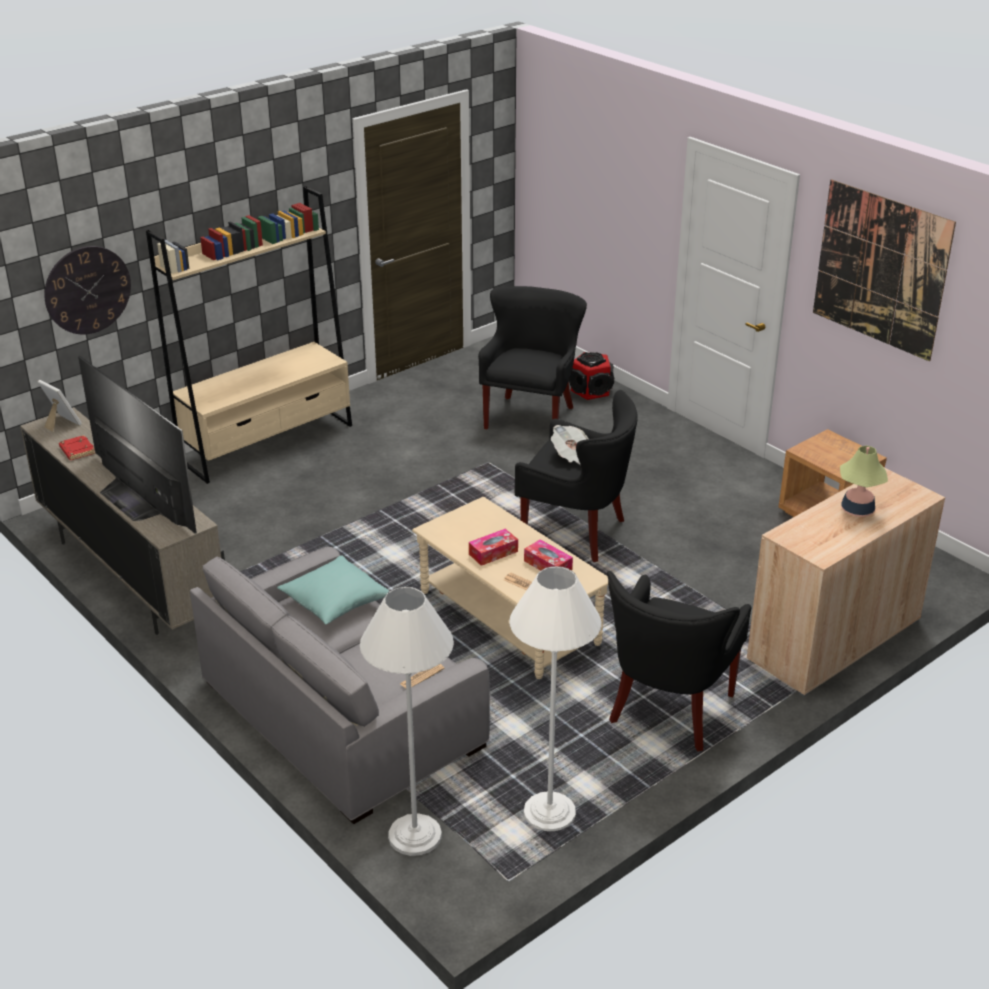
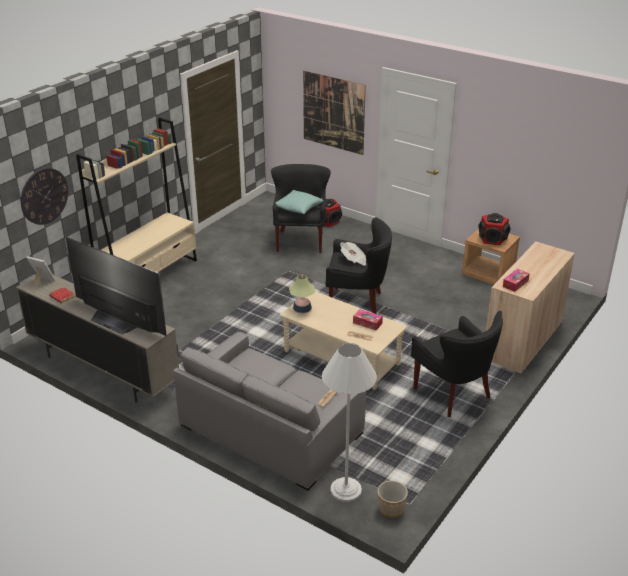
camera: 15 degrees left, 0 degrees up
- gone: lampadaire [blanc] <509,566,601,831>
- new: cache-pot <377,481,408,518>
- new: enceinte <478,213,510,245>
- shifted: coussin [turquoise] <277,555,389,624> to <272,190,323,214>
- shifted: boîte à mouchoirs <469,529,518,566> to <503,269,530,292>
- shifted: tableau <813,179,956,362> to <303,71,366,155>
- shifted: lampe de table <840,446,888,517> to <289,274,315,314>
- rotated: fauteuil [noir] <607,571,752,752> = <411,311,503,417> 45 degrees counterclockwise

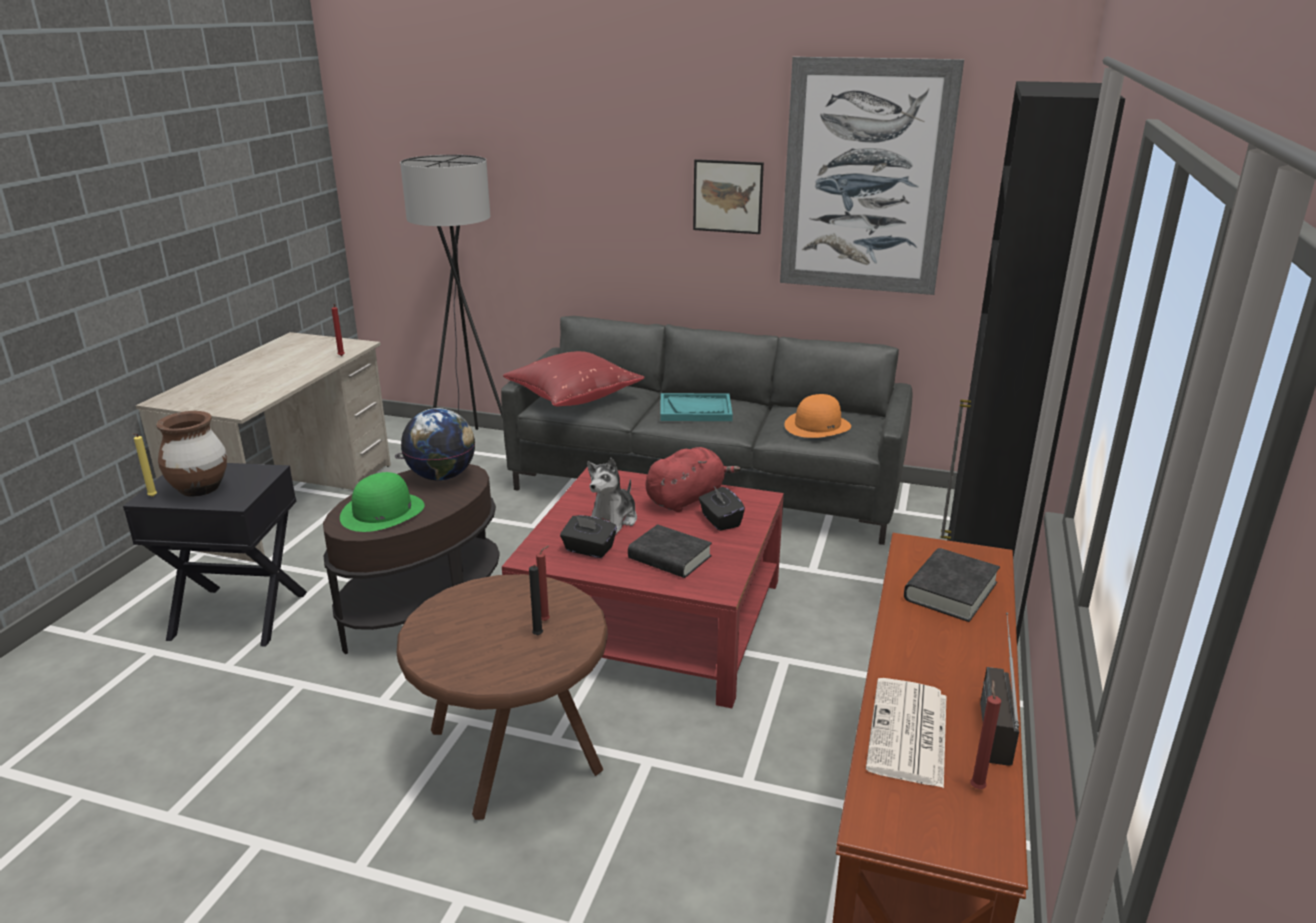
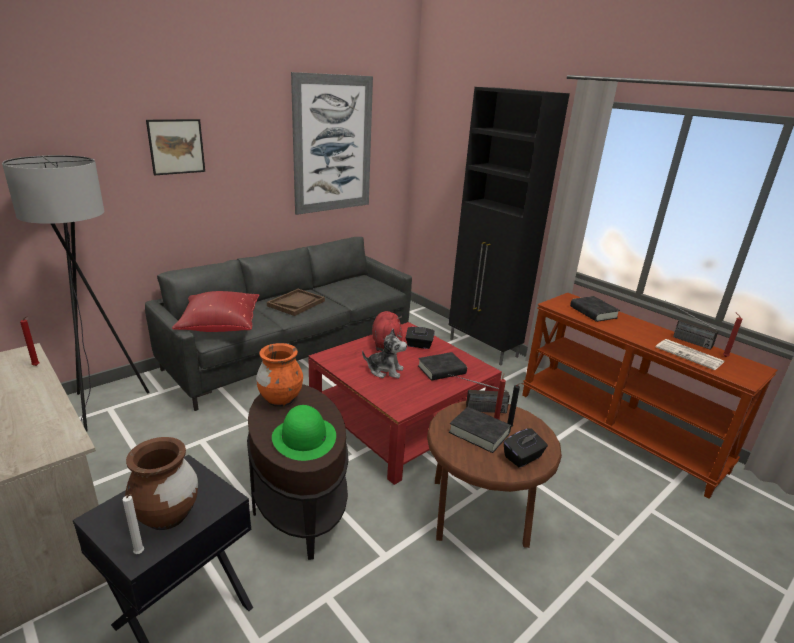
camera: 60 degrees left, 0 degrees up
- gone: chapeau [orange] <784,394,851,438>
- new: radio <448,374,510,413>
- new: livre [noir] <449,407,511,453>
- shifted: boîte à mouchoirs [noir] <560,515,617,558> to <504,428,548,468>
- shifted: tableau <693,159,764,234> to <146,119,205,175>
- swapped: globe <401,408,475,481> to vase [orange] <256,343,303,407>
- repainted: bougie [jaune] <133,433,157,497> to bougie [blanc] <122,494,144,554>
- repainted: plateau [turquoise] <660,393,733,421> to plateau [marron] <267,289,325,316>
- rotated: peluche <587,458,637,535> = <362,329,407,378> 45 degrees counterclockwise

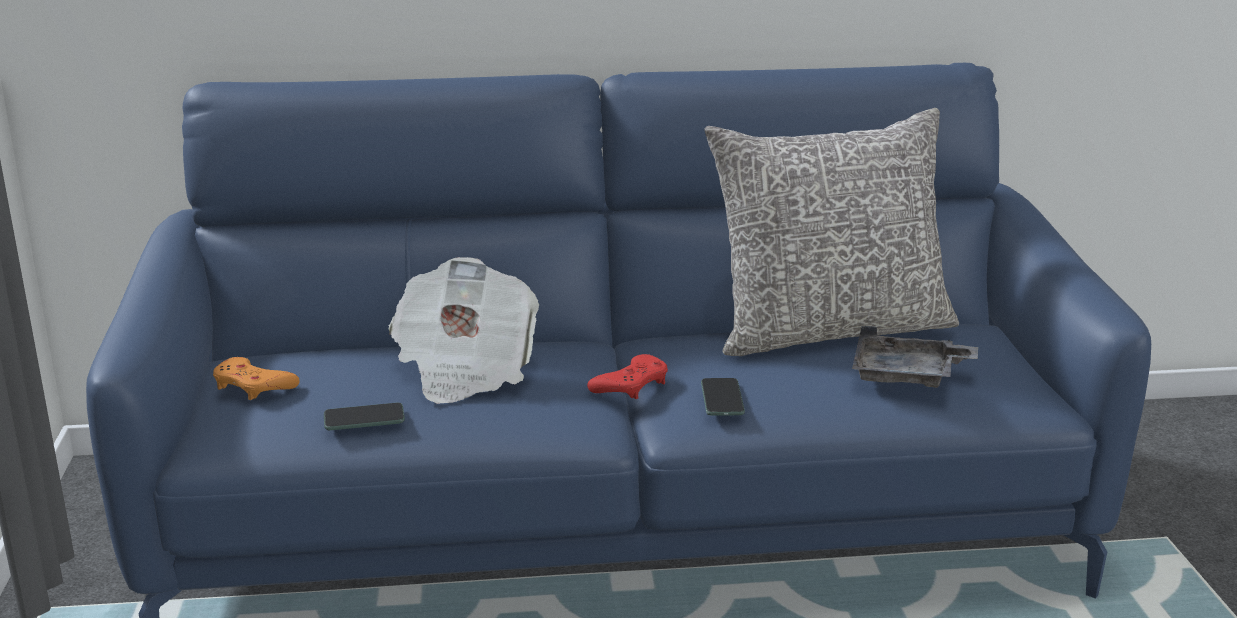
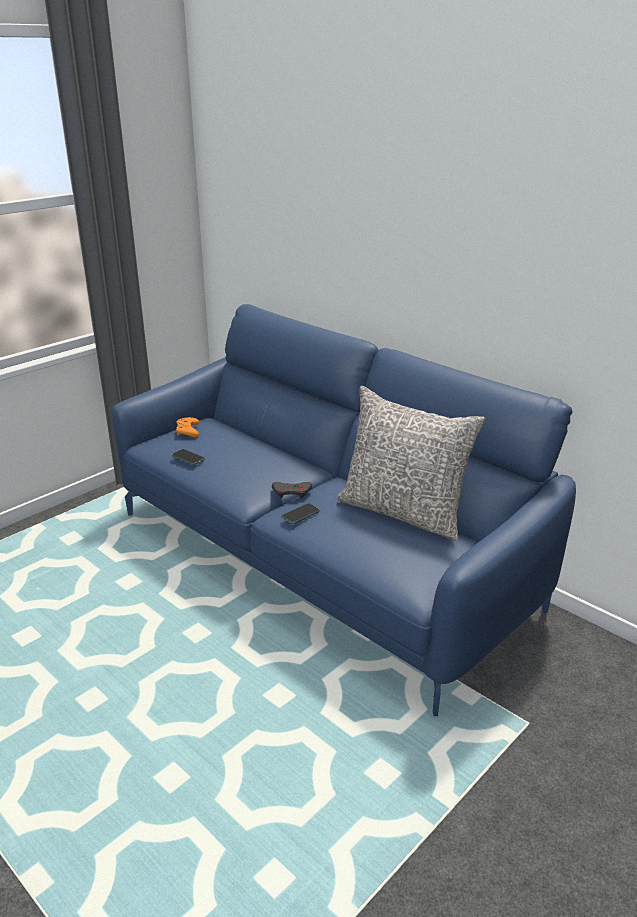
camera: 50 degrees right, 5 degrees up
- gone: journal <389,257,539,404>
- gone: plateau [gris] <852,326,978,388>
- repainted: manette [rouge] <587,354,668,399> to manette [gris] <272,482,312,499>

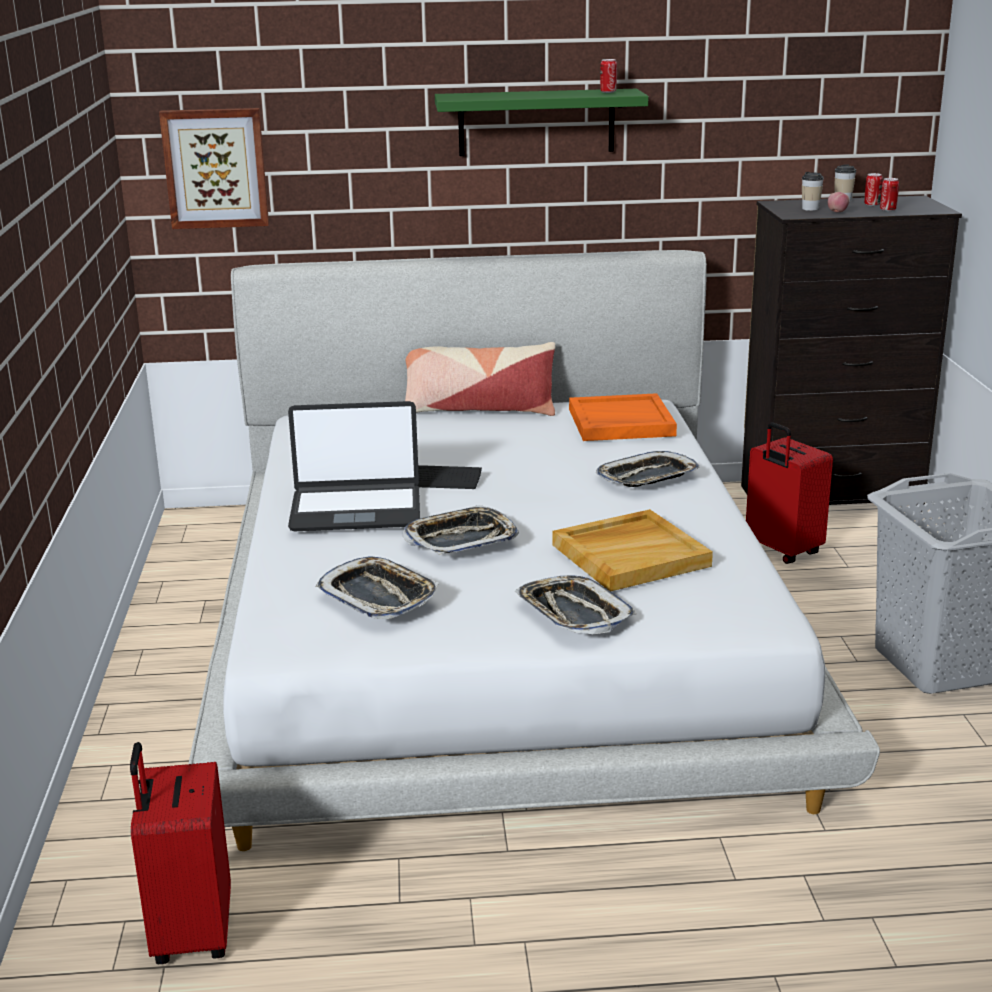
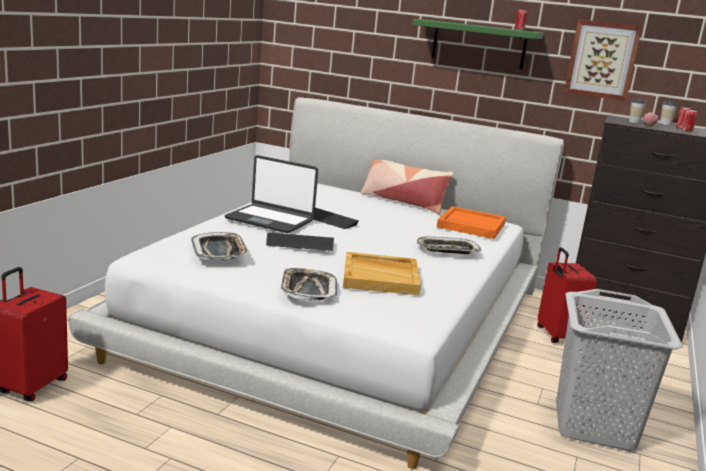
camera: 25 degrees right, 5 degrees down
- shifted: tableau <159,108,269,229> to <564,19,642,101>
- swapped: plateau <403,505,519,555> to clavier <266,232,334,251>

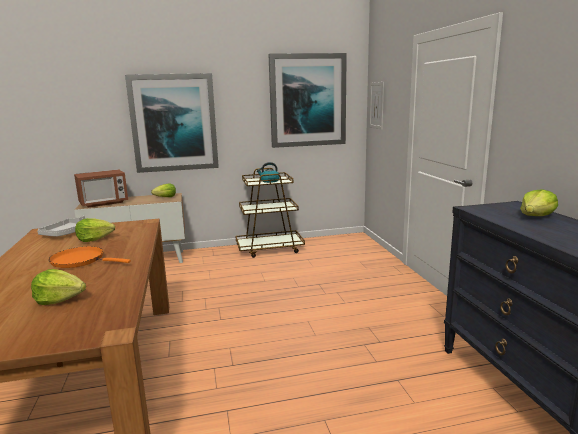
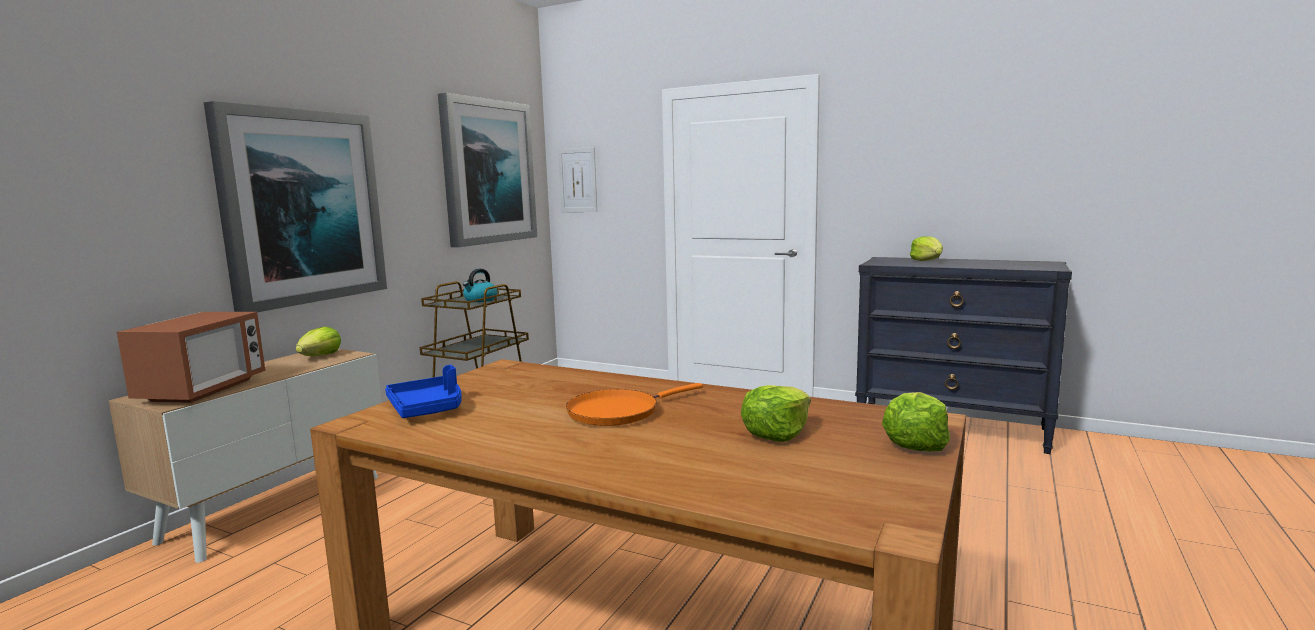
camera: 50 degrees left, 5 degrees down
- shifted: laitue <75,218,115,242> to <882,392,950,451>
- repainted: plateau [gris] <37,215,85,237> to plateau [bleu] <385,365,462,418>

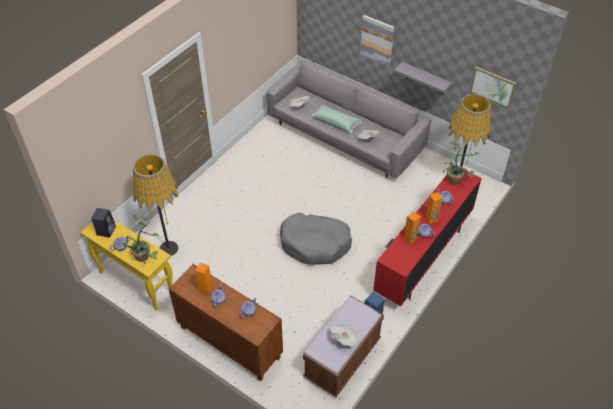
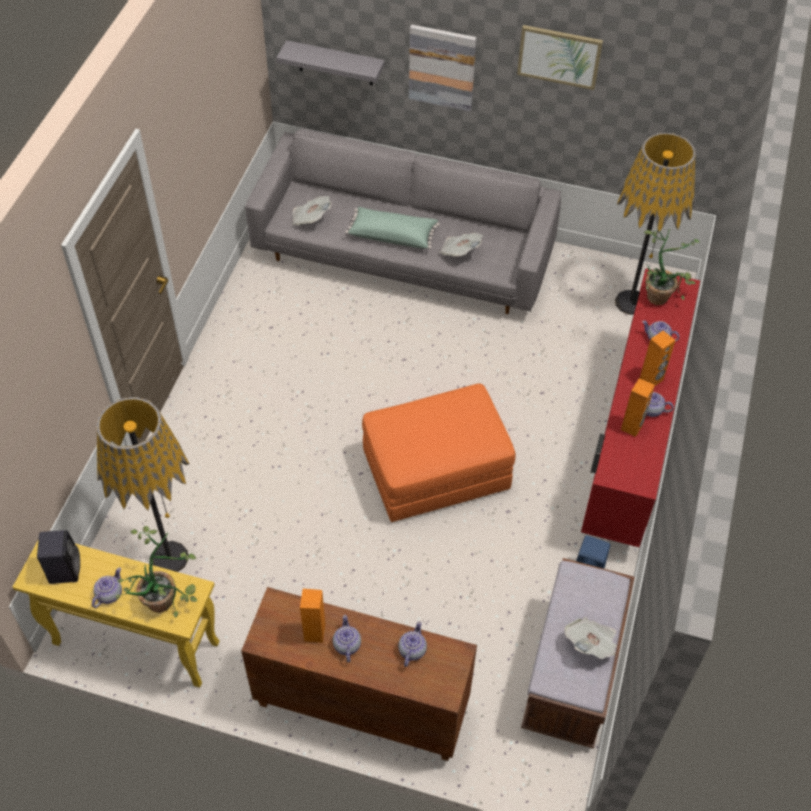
camera: 20 degrees left, 5 degrees up
- shifted: étagère [gris] <394,62,452,94> to <276,40,385,85>
- shifted: tableau <470,67,516,108> to <517,25,603,90>
- swapped: panier pour chien [gris] <280,213,352,265> to pouf [orange] <362,384,515,522>

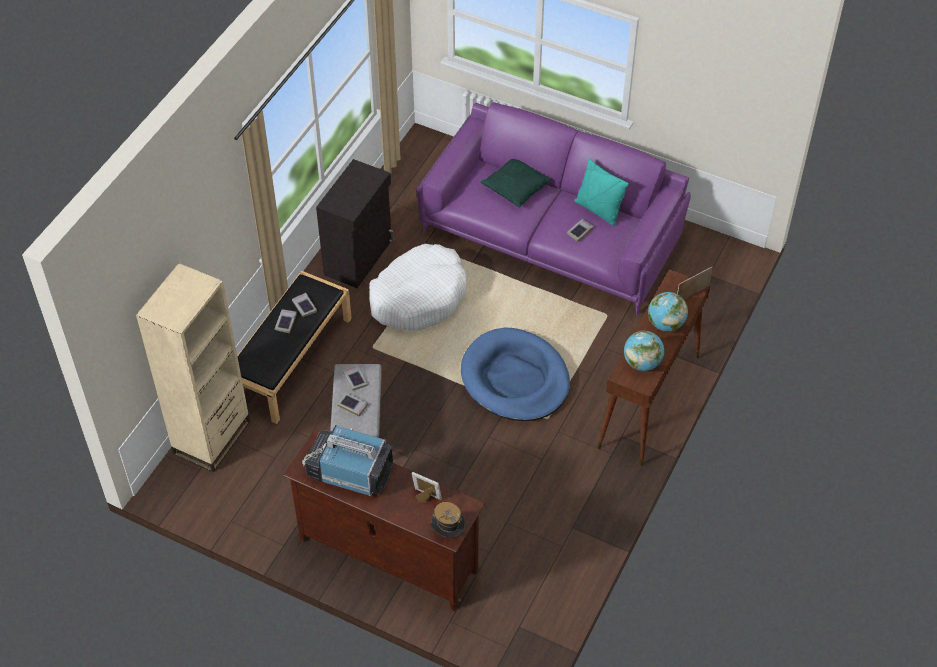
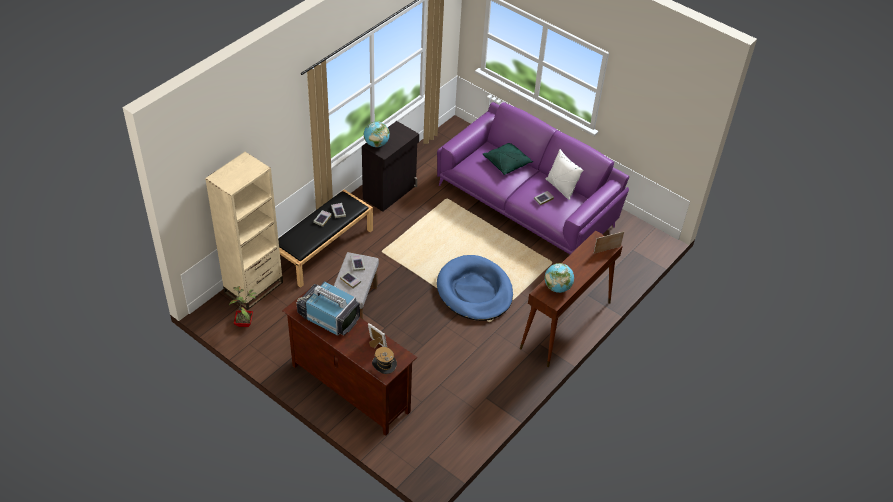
camera: 10 degrees right, 5 degrees down
- gone: panier pour chien [blanc] <369,244,467,331>
- new: plante en pot <229,286,257,327>
- shifted: globe <648,292,688,331> to <364,121,390,147>
- repainted: coussin [turquoise] <574,158,629,226> to coussin [blanc] <546,149,584,200>

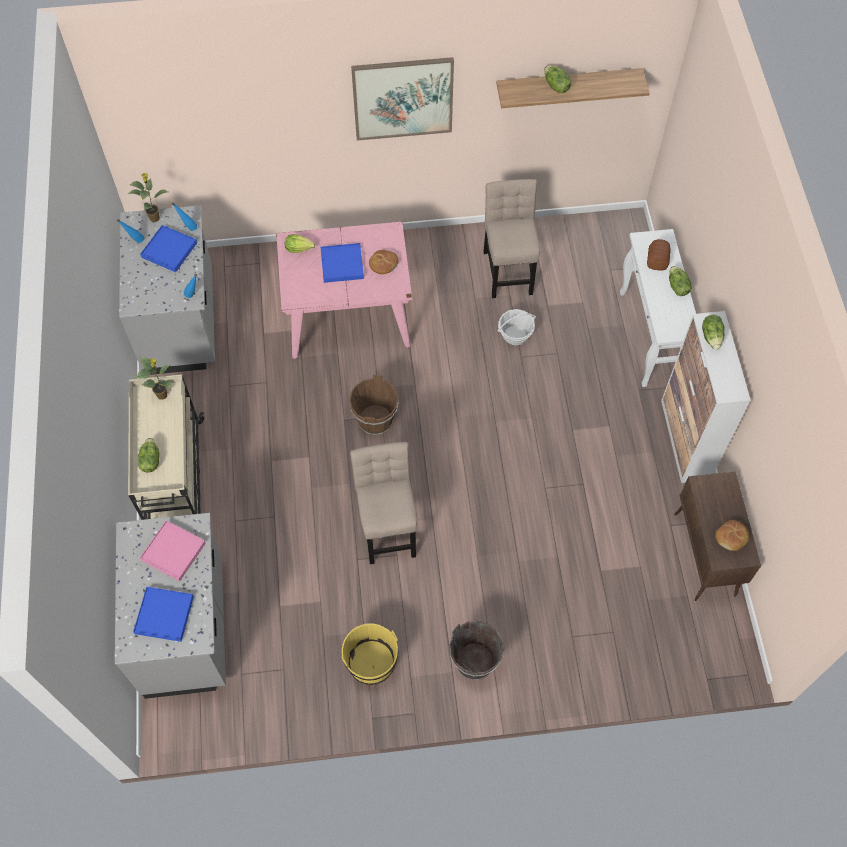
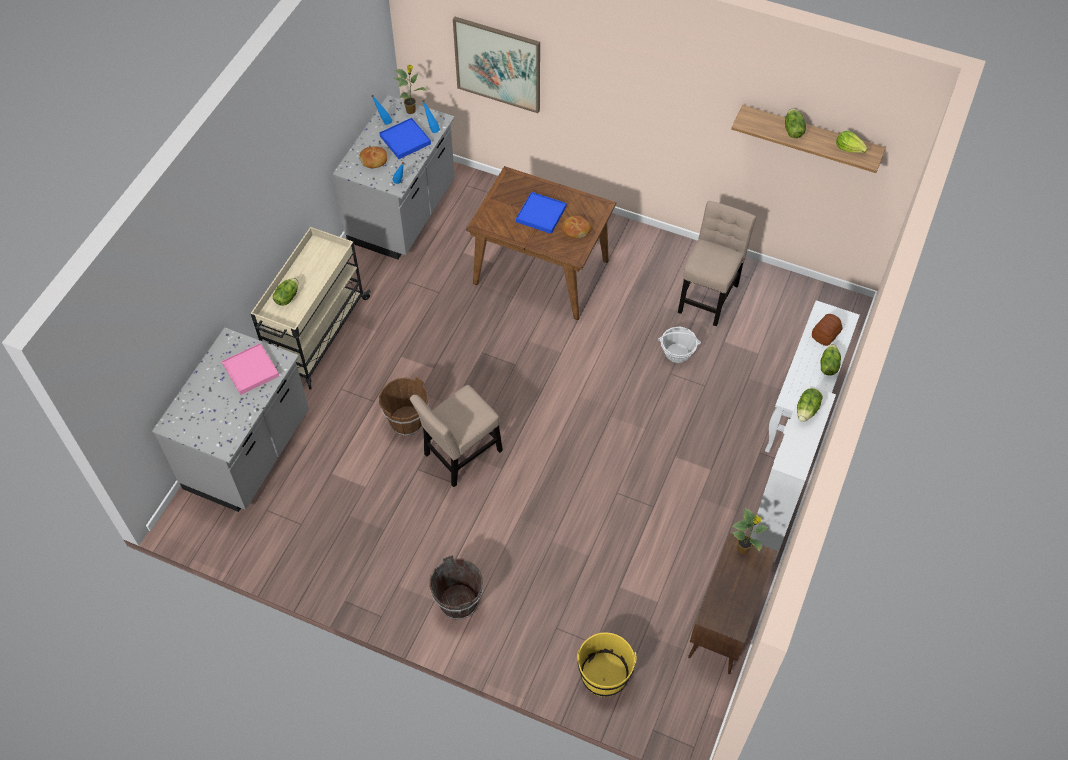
camera: 30 degrees right, 5 degrees down
- gone: plateau [bleu] <133,587,194,642>
- shifted: plante en pot <136,357,171,400> to <732,508,769,554>
- shifted: laitue <285,234,315,253> to <836,131,868,153>
- shifted: seau [jaune] <342,623,398,685> to <577,632,637,697>
- shifted: seau [marron] <349,374,399,435> to <379,377,428,436>
- shifted: tableau <351,57,454,141> to <453,17,540,113>
- shifted: pain <715,520,749,551> to <359,146,387,168>
- repainted: table à manger [rose] <276,222,412,359> to table à manger [marron] <467,166,616,320>
- rotated: chaise [beige] <350,442,417,564> = <410,385,503,487> 150 degrees counterclockwise

